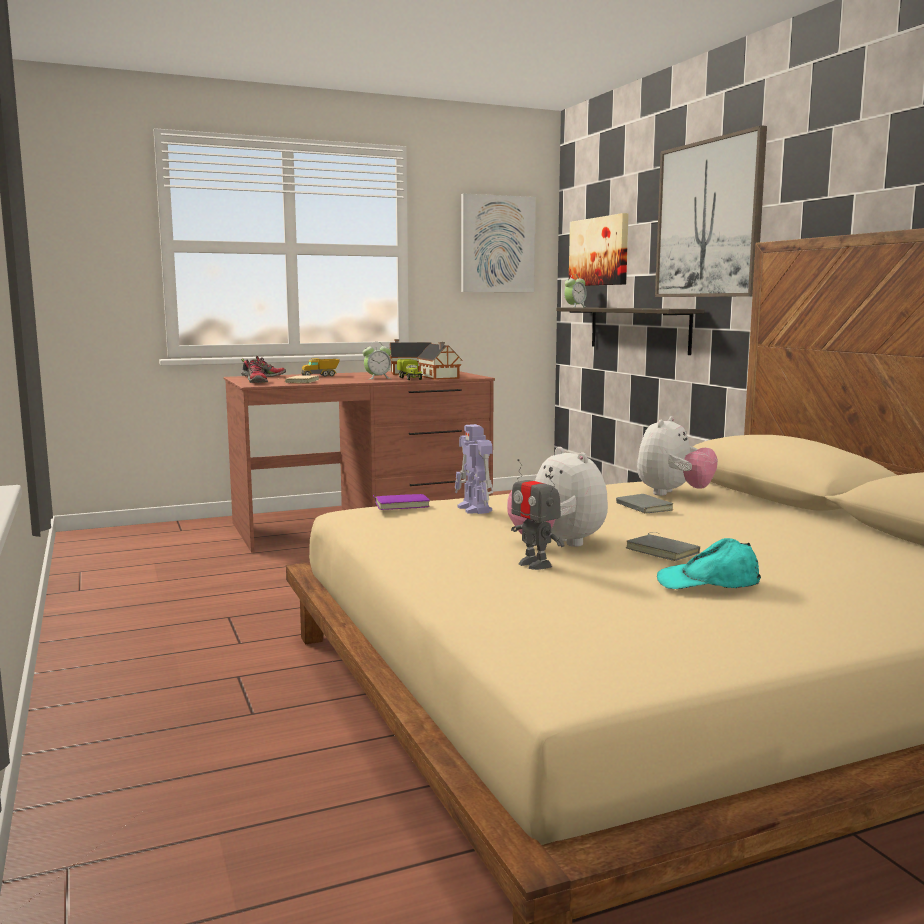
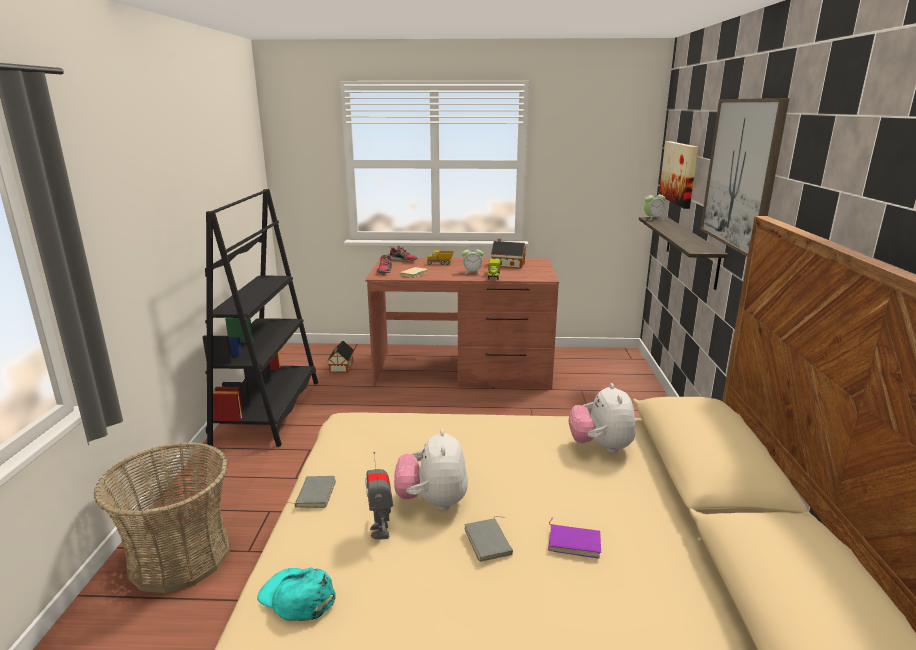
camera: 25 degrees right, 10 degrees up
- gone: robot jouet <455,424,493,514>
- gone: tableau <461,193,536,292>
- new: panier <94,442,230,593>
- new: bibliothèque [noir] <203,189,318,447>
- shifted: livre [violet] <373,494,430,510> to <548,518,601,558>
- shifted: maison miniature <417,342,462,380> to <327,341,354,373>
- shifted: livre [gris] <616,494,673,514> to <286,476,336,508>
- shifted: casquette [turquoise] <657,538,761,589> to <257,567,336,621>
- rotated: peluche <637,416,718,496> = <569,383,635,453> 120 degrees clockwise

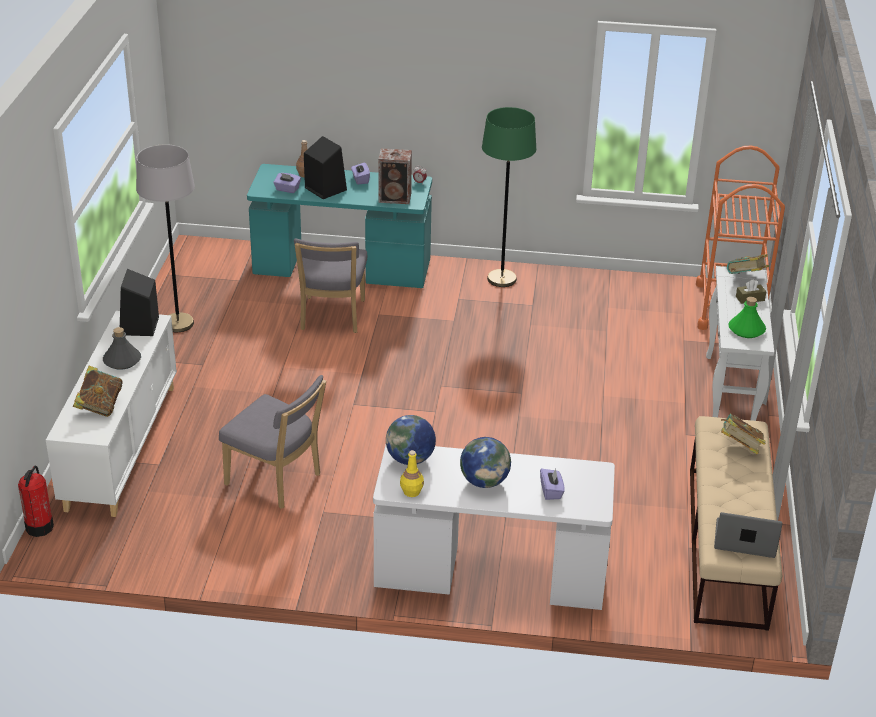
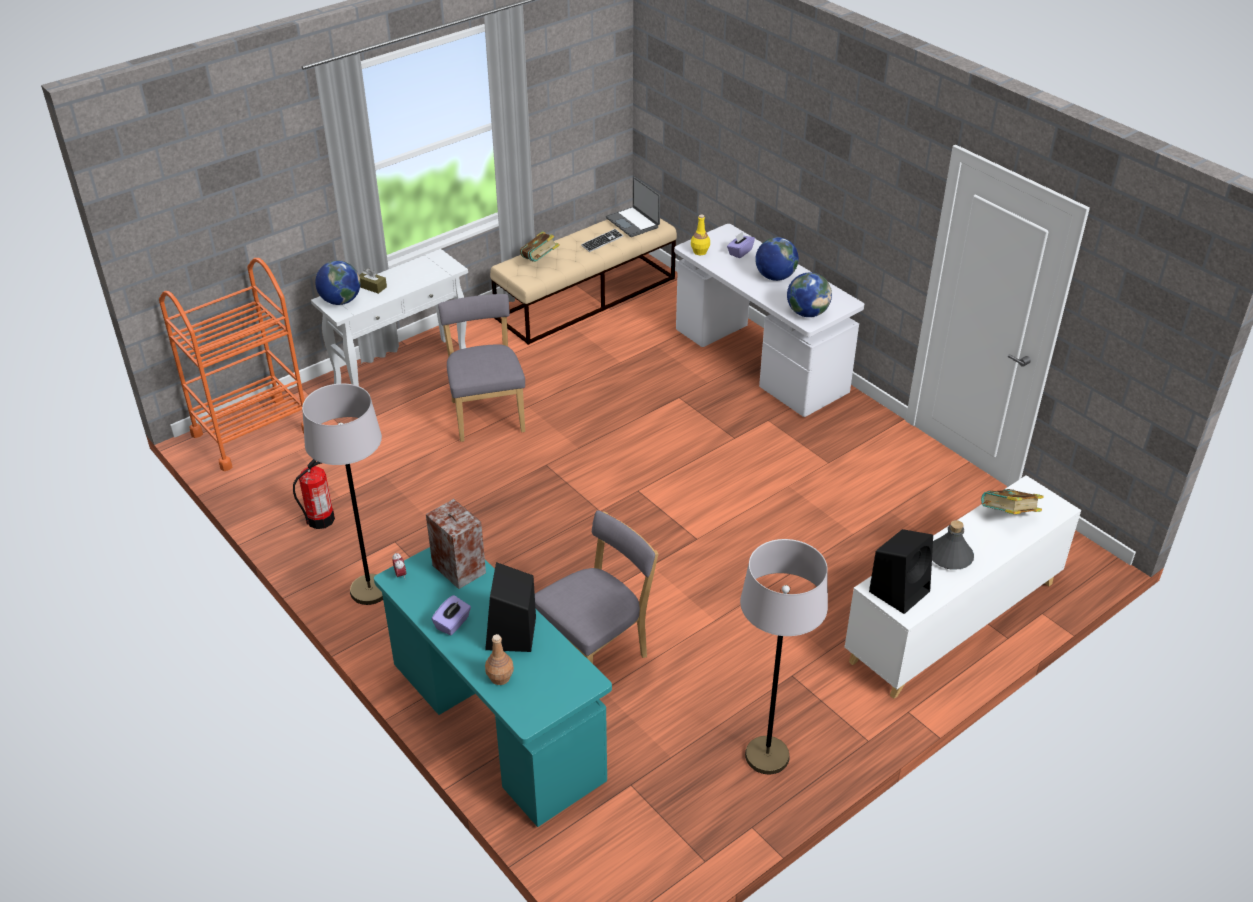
camera: 135 degrees left, 5 degrees up
- gone: boîte à mouchoirs [violet] <273,173,301,193>
- gone: bouteille [vert] <728,297,766,338>
- new: clavier <581,229,623,252>
- shifted: extincteur <18,465,54,537> to <293,459,335,529>
- shifted: chaise [gris] <219,375,326,509> to <438,294,525,442>
- shifted: bouteille [jaune] <400,450,424,497> to <691,214,710,255>
- swapped: livre <727,254,769,274> to globe <315,261,360,305>
- repainted: lampadaire [vert] <482,107,536,287> to lampadaire [gris] <302,383,383,605>

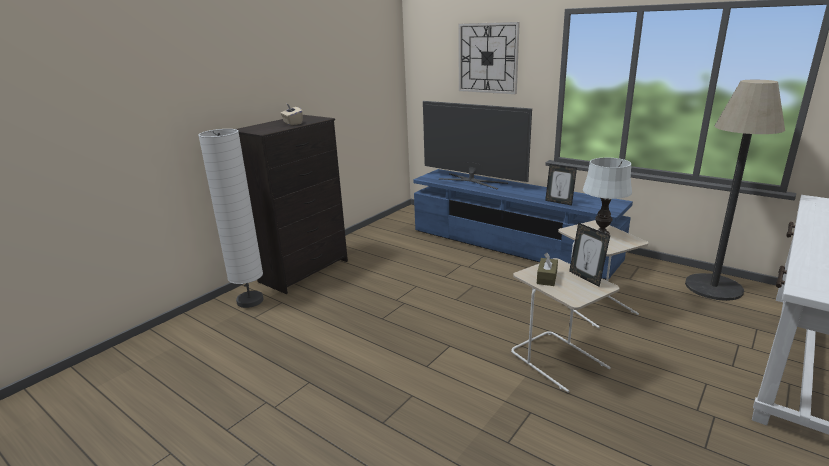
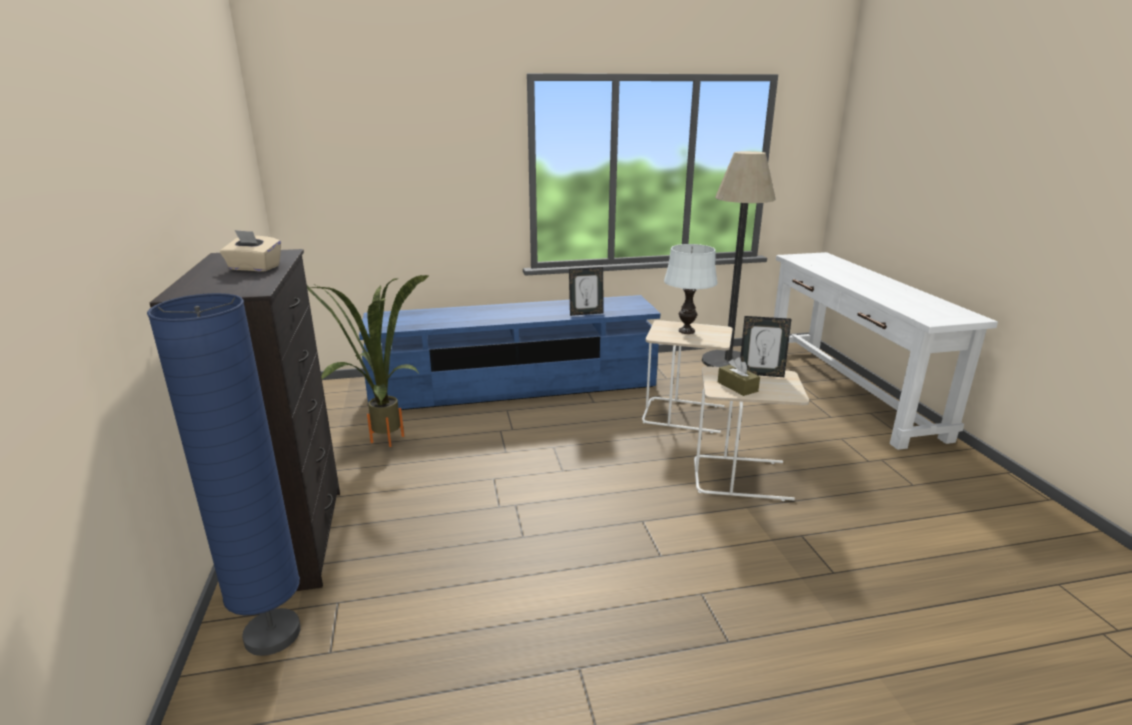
camera: 50 degrees left, 0 degrees up
- gone: téléviseur <423,101,532,189>
- gone: horloge murale <458,22,520,94>
- new: plante en pot <307,275,429,447>
- repainted: lampadaire [blanc] <198,129,263,308> to lampadaire [bleu] <147,293,301,656>

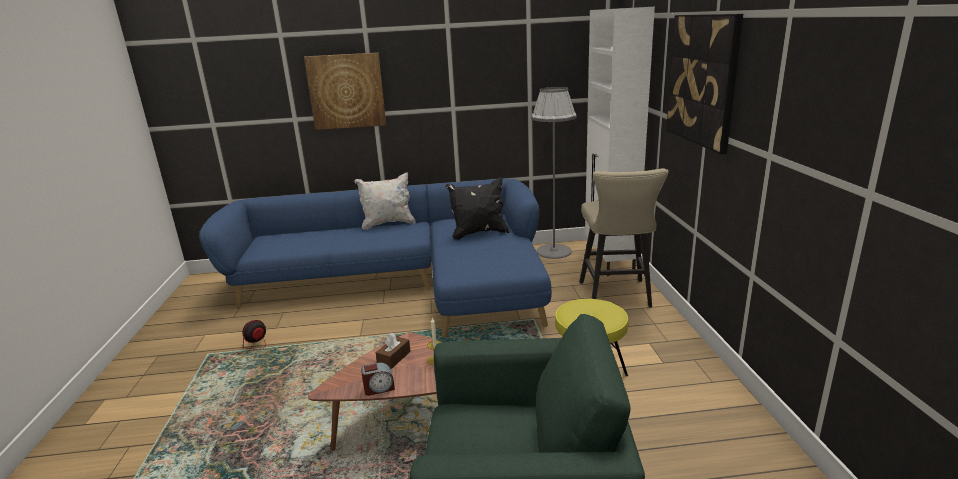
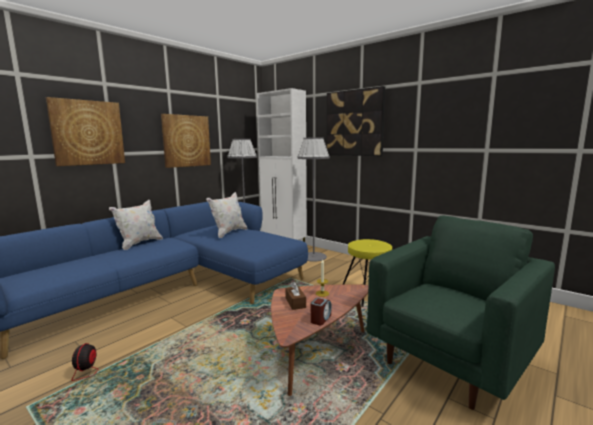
camera: 45 degrees left, 10 degrees down
- new: tableau <161,114,211,168>
- swapped: tabouret [beige] <579,168,669,308> to lampadaire [gris] <298,137,330,262>
- repainted: coussin [noir] <446,177,510,240> to coussin [blanc] <206,192,248,238>

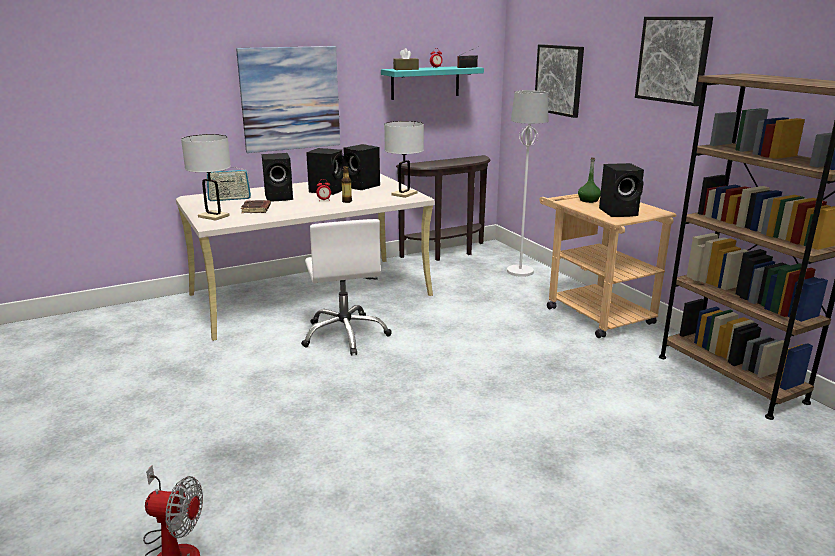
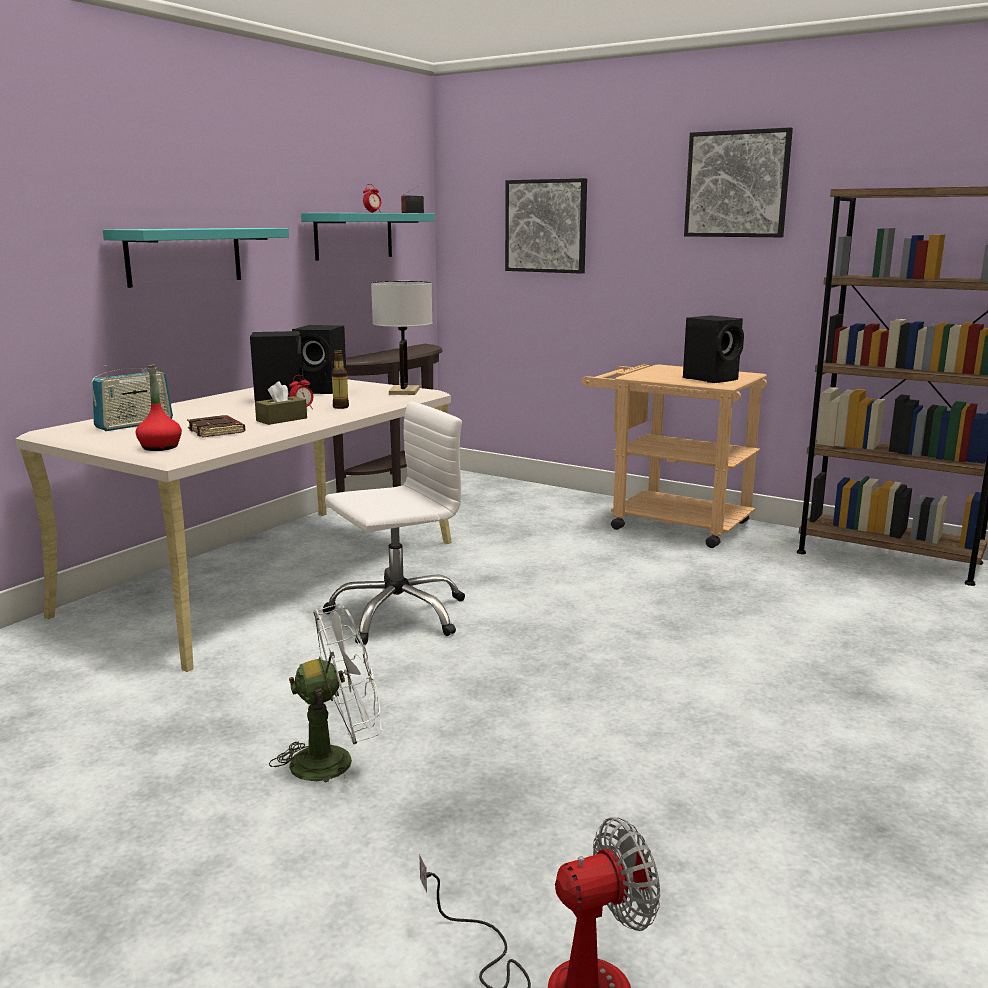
camera: 30 degrees left, 5 degrees down
- gone: enceinte [noir] <262,153,293,201>
- gone: lampadaire [blanc] <507,90,548,277>
- gone: bouteille [vert] <578,158,601,203>
- new: ventilateur [blanc] <269,604,382,790>
- shifted: boîte à mouchoirs [marron] <393,48,419,70> to <255,381,307,425>
- swapped: lampe de table [blanc] <181,134,231,221> to bouteille [rouge] <136,364,182,451>
- swapped: tableau <236,46,340,153> to étagère [turquoise] <103,228,289,288>
- rotated: chaise de bureau [blanc] <301,219,392,356> = <323,401,465,645> 75 degrees counterclockwise

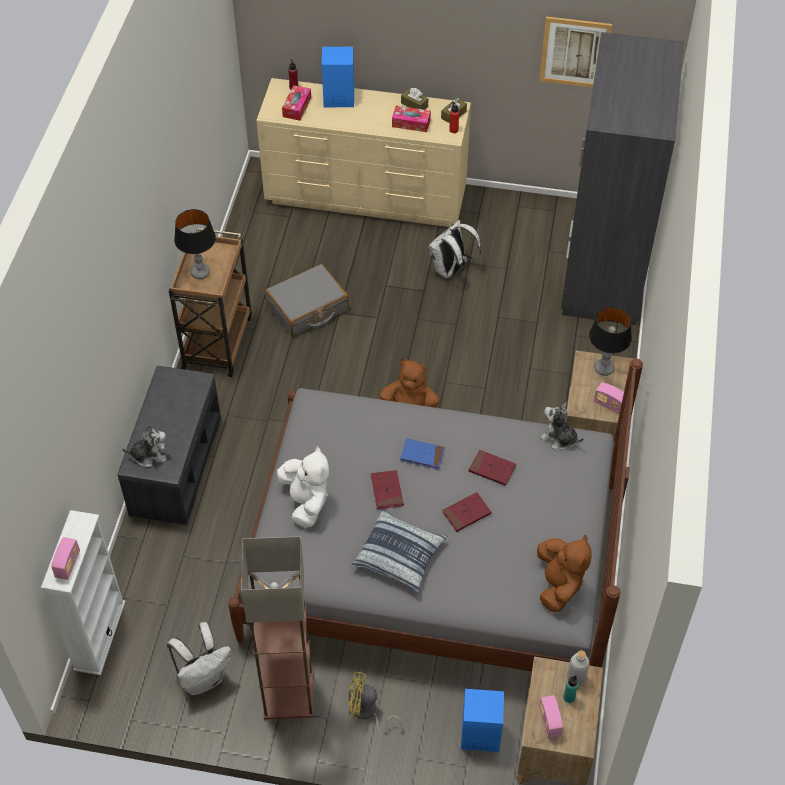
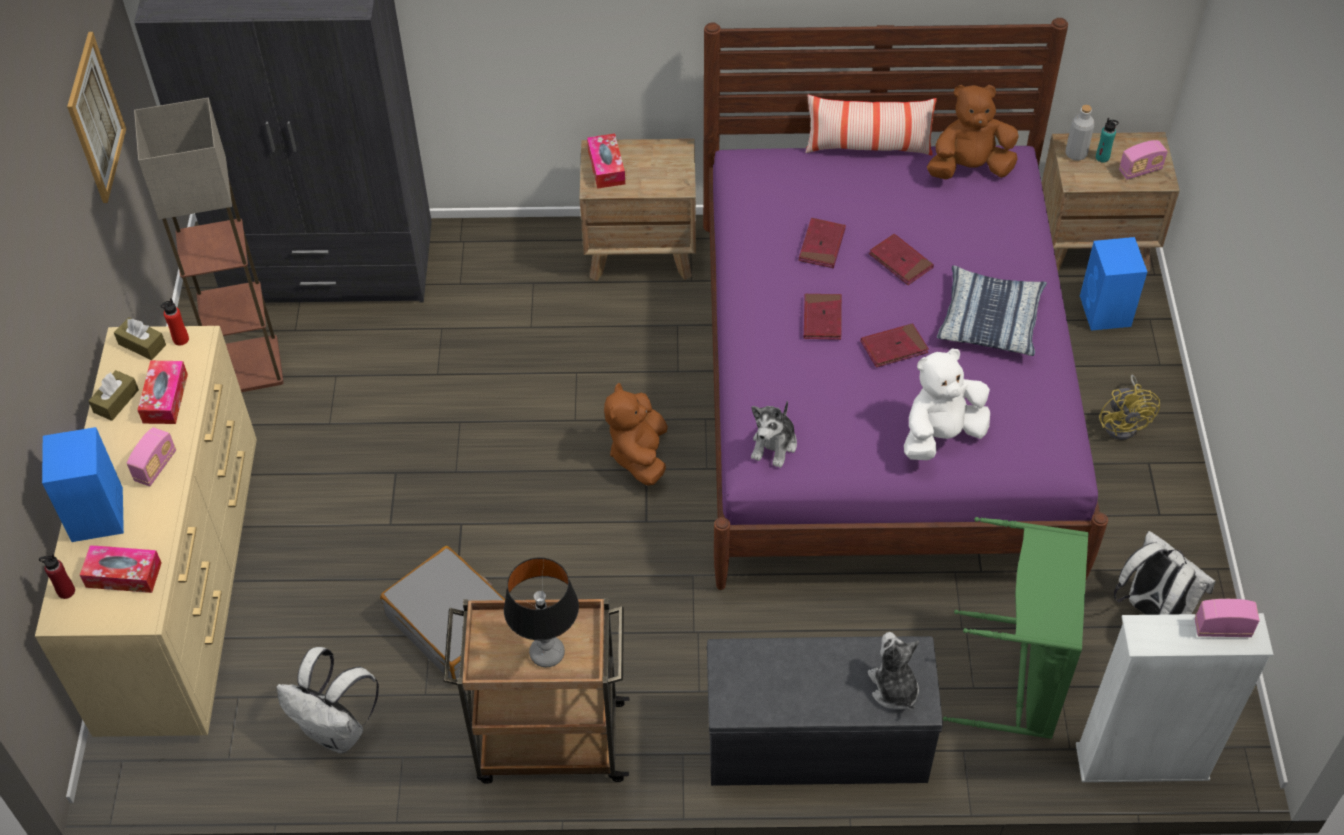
camera: 100 degrees left, 0 degrees up
- new: coussin <805,95,937,156>
- new: panier à linge [vert] <943,517,1089,739>
- shifted: lampadaire <241,536,314,719> to <134,98,284,392>
- shifted: sac à dos [blanc] <428,220,481,279> to <276,647,379,753>
- shifted: peluche <540,402,583,450> to <751,401,797,468>
- shifted: radio <594,383,624,414> to <127,427,176,486>
- swapped: lampe de table <589,307,632,376> to boîte à mouchoirs <587,133,625,189>
- repainted: lit [gris] <228,359,643,672> to lit [violet] <703,18,1108,590>
- repainted: livre [bleu] <400,438,445,470> to livre [rouge] <804,294,842,340>

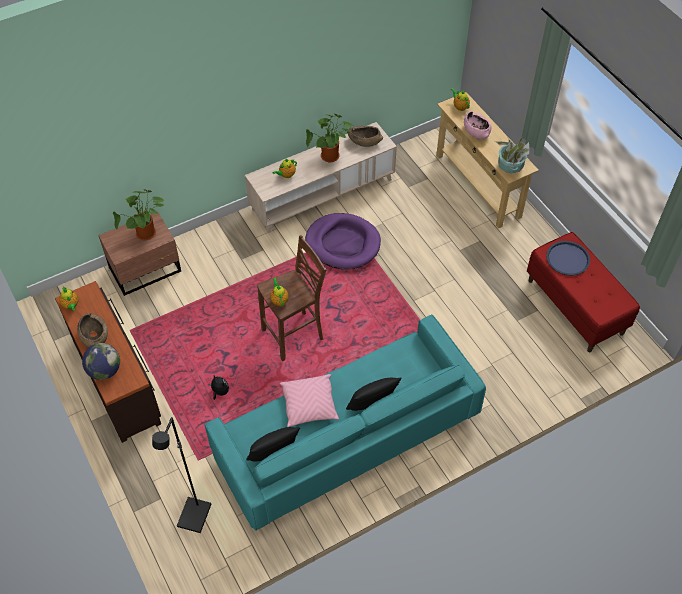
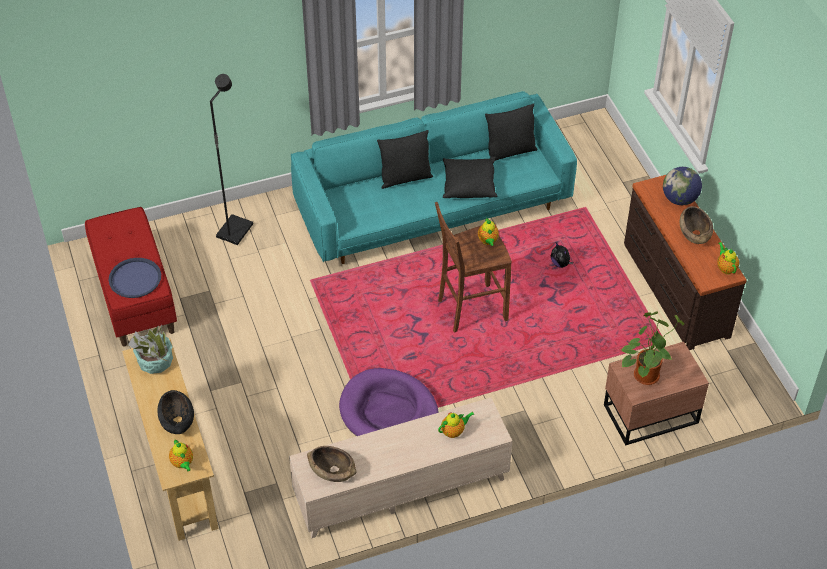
camera: 170 degrees left, 5 degrees down
- gone: plante en pot <306,114,354,162>
- shifted: lampadaire [noir] <152,417,211,533> to <210,74,253,245>
- repainted: coussin [rose] <280,374,339,427> to coussin [noir] <443,158,497,198>
- repainted: bol [rose] <464,111,491,139> to bol [noir] <157,390,194,434>

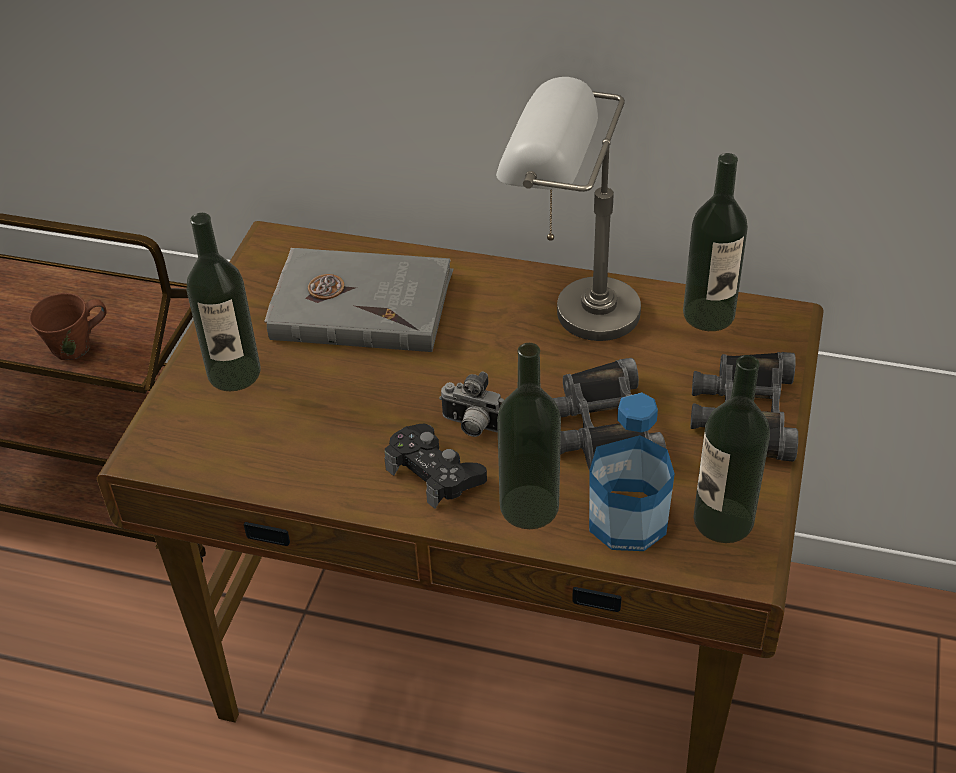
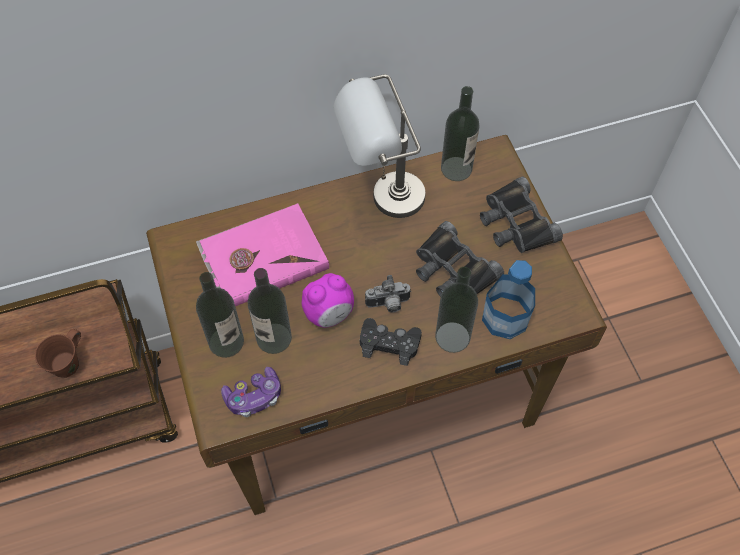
camera: 35 degrees left, 15 degrees up
- new: manette <221,367,281,417>
- new: réveil <302,273,354,328>
- shifted: bouteille <693,355,770,543> to <248,268,292,354>
- repainted: livre [gris] <264,248,454,352> to livre [rose] <196,203,329,306>

